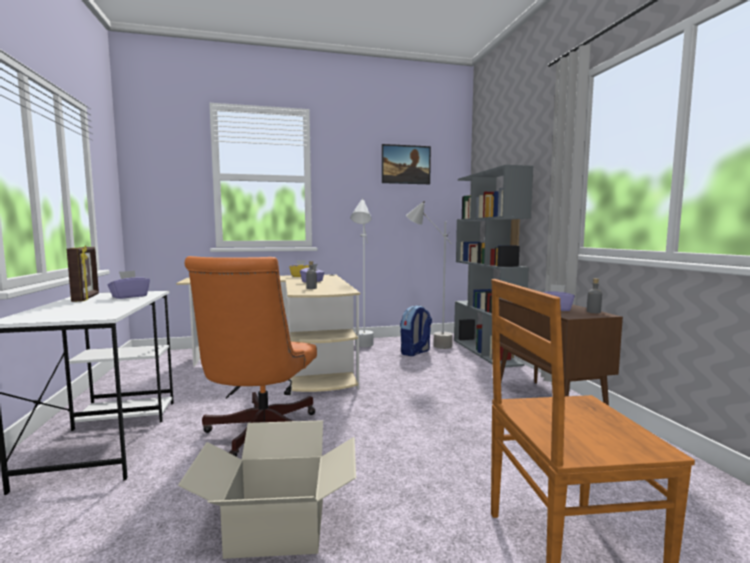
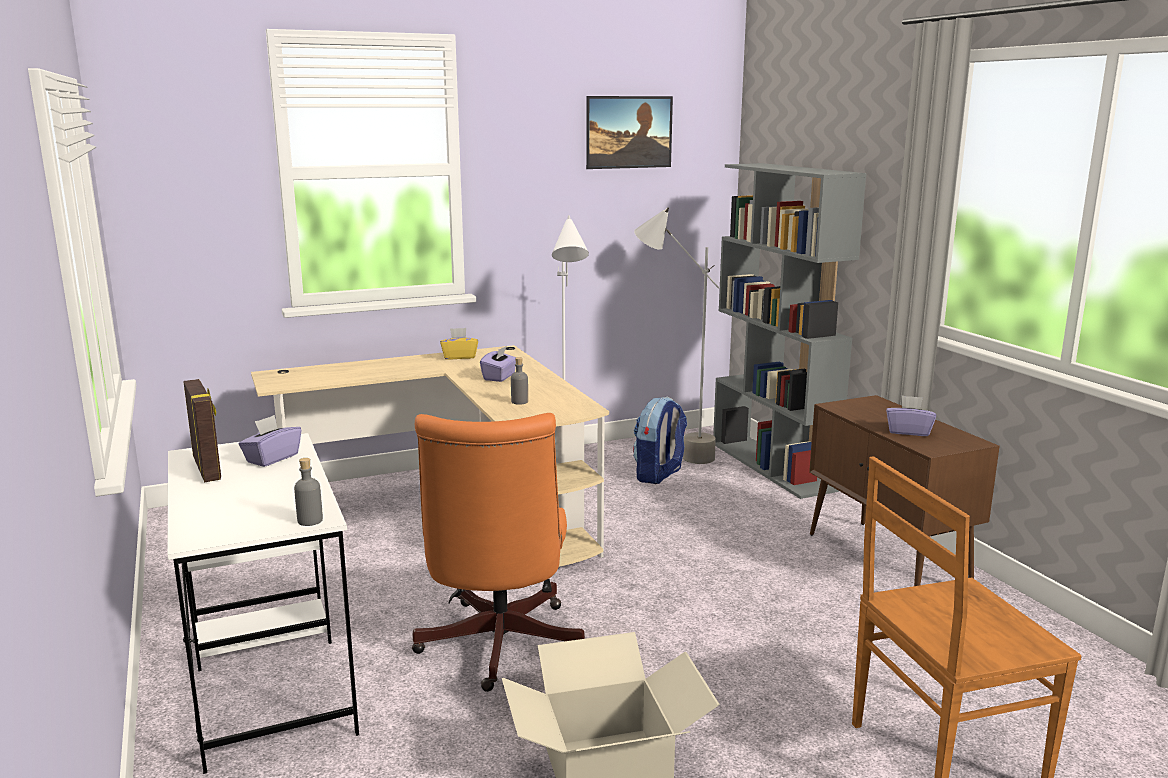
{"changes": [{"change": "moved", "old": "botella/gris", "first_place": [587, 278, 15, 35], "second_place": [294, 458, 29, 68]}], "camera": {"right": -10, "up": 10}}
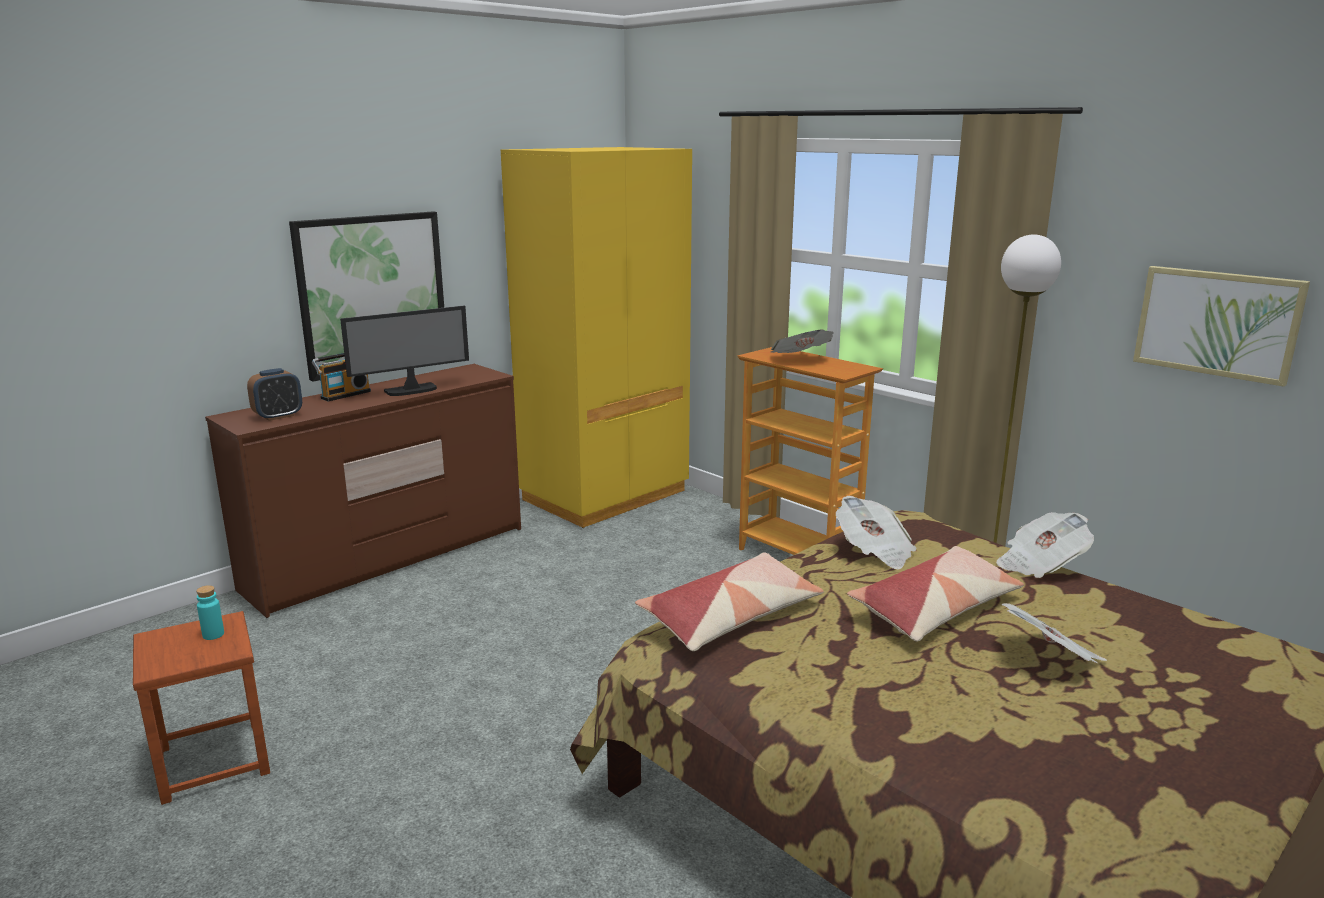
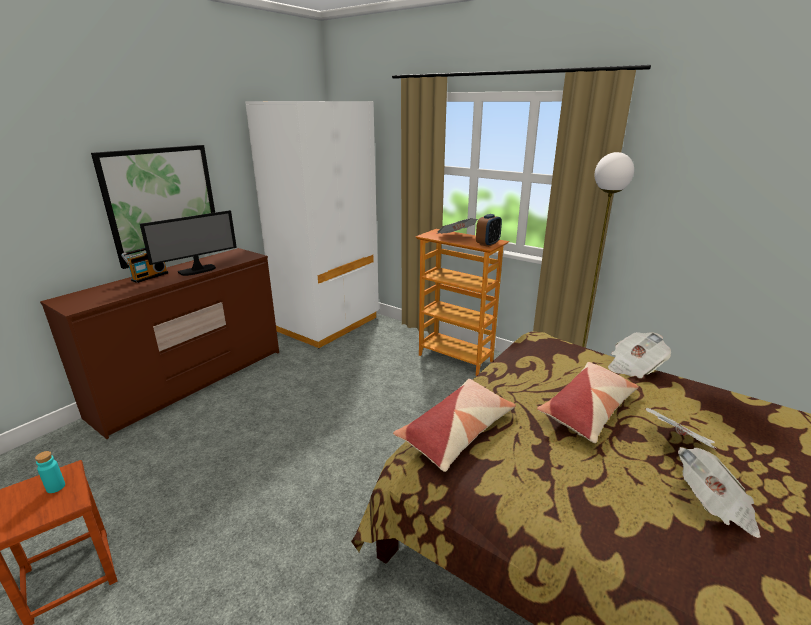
{"changes": [{"change": "removed", "old": "cuadro", "first_place": [1133, 266, 177, 121]}, {"change": "moved", "old": "despertador", "first_place": [247, 368, 55, 53], "second_place": [476, 214, 26, 33]}, {"change": "moved", "old": "periódico", "first_place": [836, 496, 81, 74], "second_place": [678, 447, 83, 91]}, {"change": "recoloured", "old": "armario ropero/amarillo", "new": "armario ropero/blanco", "first_place": [501, 147, 191, 381], "second_place": [245, 101, 134, 247]}], "camera": {"right": -10, "up": 5}}
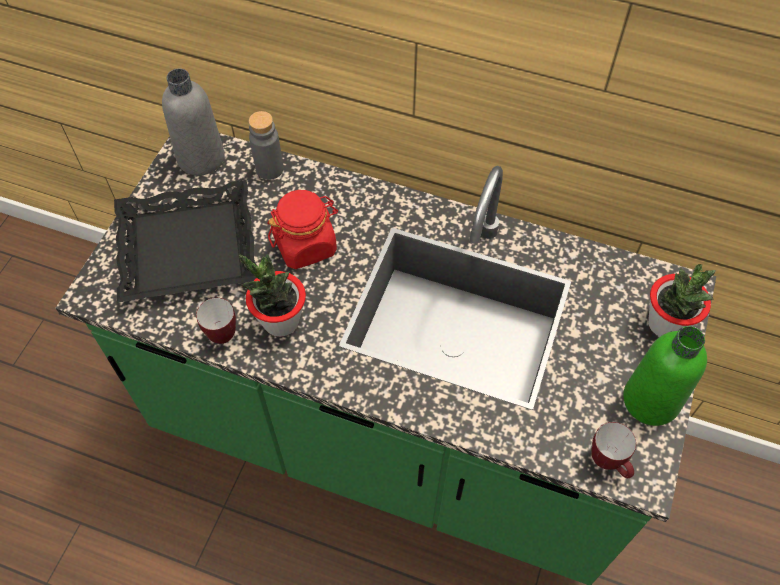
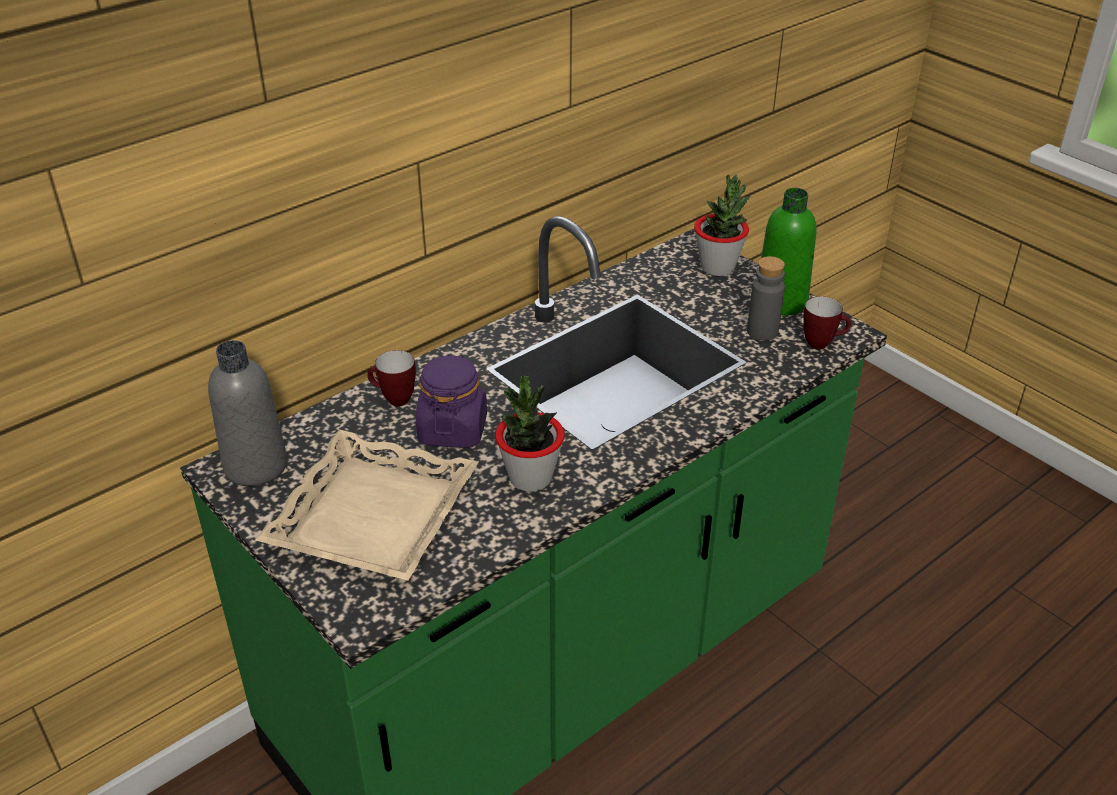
{"changes": [{"change": "moved", "old": "taza grande", "first_place": [196, 298, 40, 46], "second_place": [367, 350, 49, 56]}, {"change": "moved", "old": "botella/gris", "first_place": [249, 111, 34, 69], "second_place": [747, 256, 38, 85]}, {"change": "recoloured", "old": "bandeja/negro", "new": "bandeja/beis", "first_place": [114, 180, 143, 123], "second_place": [256, 429, 223, 152]}, {"change": "recoloured", "old": "tarro/rojo", "new": "tarro/morado", "first_place": [267, 190, 71, 79], "second_place": [416, 355, 71, 93]}], "camera": {"right": -60, "up": -20}}
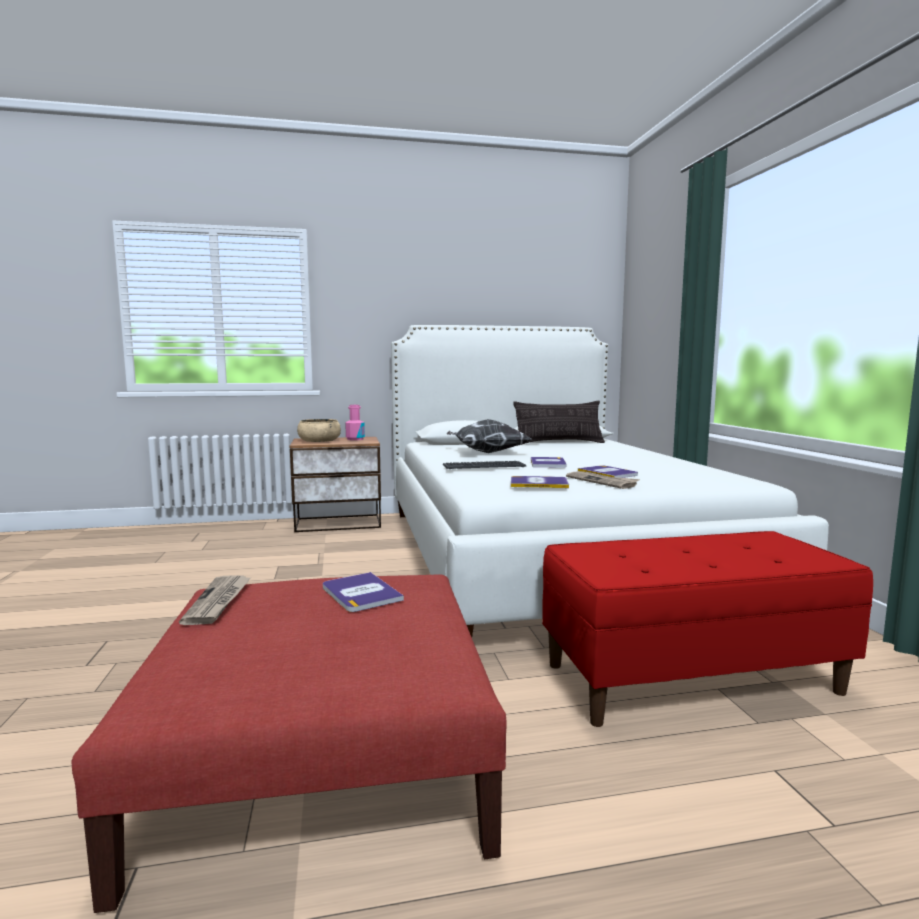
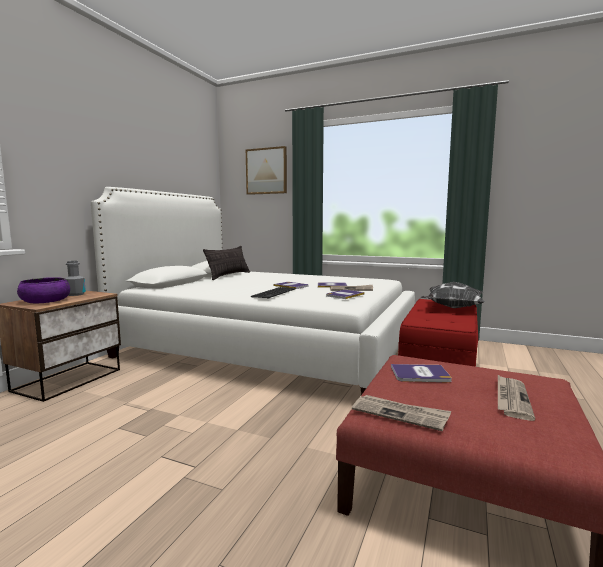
{"changes": [{"change": "added", "new": "cuadro", "second_place": [246, 146, 41, 49]}, {"change": "added", "new": "periódico", "second_place": [498, 375, 37, 46]}, {"change": "moved", "old": "cojín", "first_place": [446, 419, 86, 34], "second_place": [420, 282, 65, 26]}, {"change": "recoloured", "old": "cuenco/beis", "new": "cuenco/morado", "first_place": [297, 419, 44, 23], "second_place": [17, 277, 53, 26]}, {"change": "recoloured", "old": "botella/rosa", "new": "botella/gris", "first_place": [345, 405, 20, 35], "second_place": [66, 261, 20, 35]}], "camera": {"right": -55, "up": 0}}
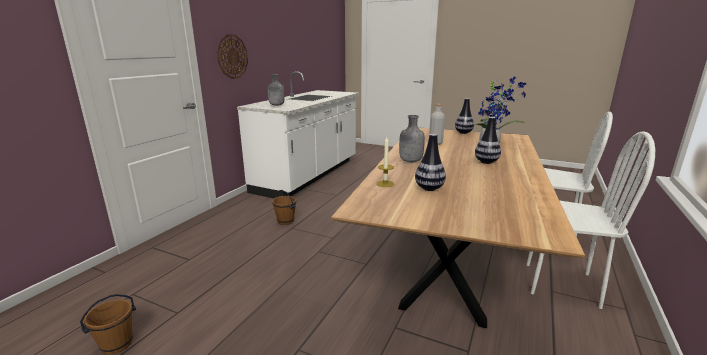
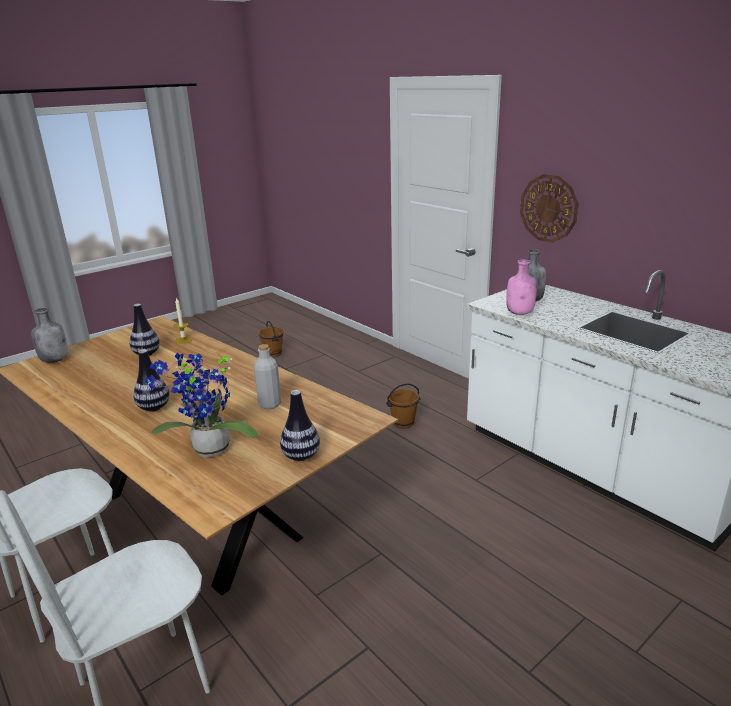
{"changes": [{"change": "added", "new": "botella/rosa", "second_place": [506, 260, 31, 55]}, {"change": "moved", "old": "botella/gris", "first_place": [399, 115, 26, 47], "second_place": [31, 308, 37, 55]}], "camera": {"right": 115, "up": 5}}
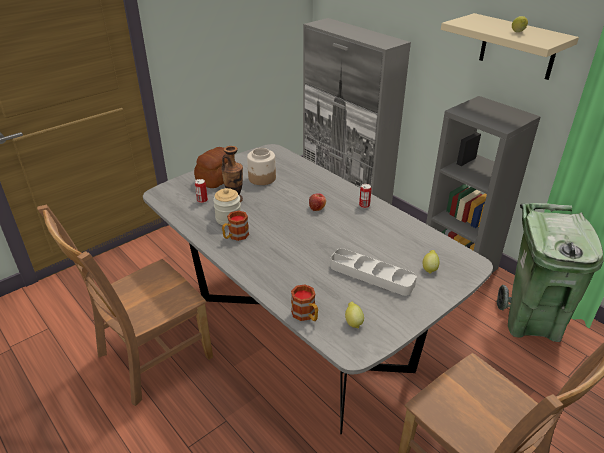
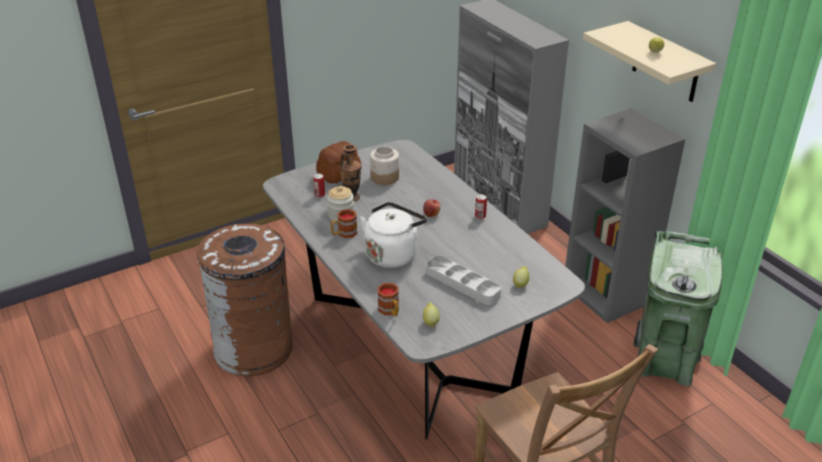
{"changes": [{"change": "added", "new": "hervidor/blanco", "second_place": [360, 202, 67, 66]}, {"change": "replaced", "old": "silla/marrón", "new": "papelera/marrón", "first_place": [37, 205, 176, 201], "second_place": [197, 224, 96, 152]}], "camera": {"right": 10, "up": 0}}
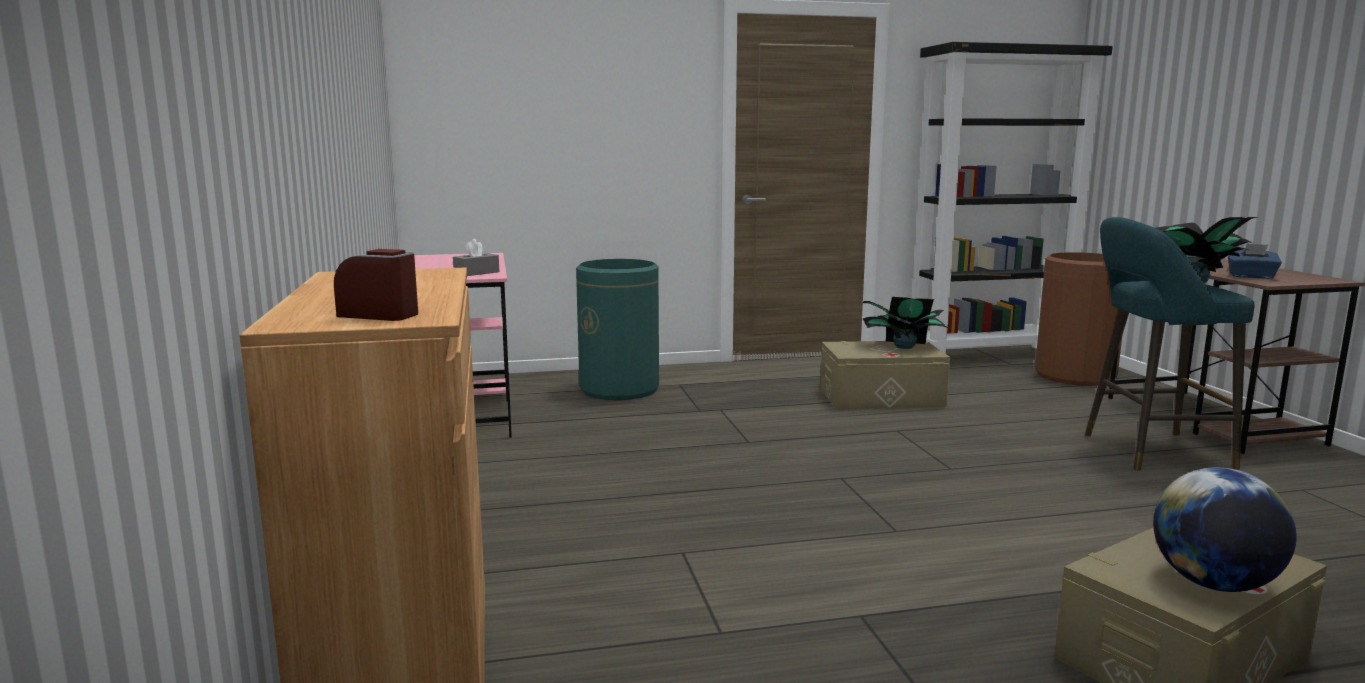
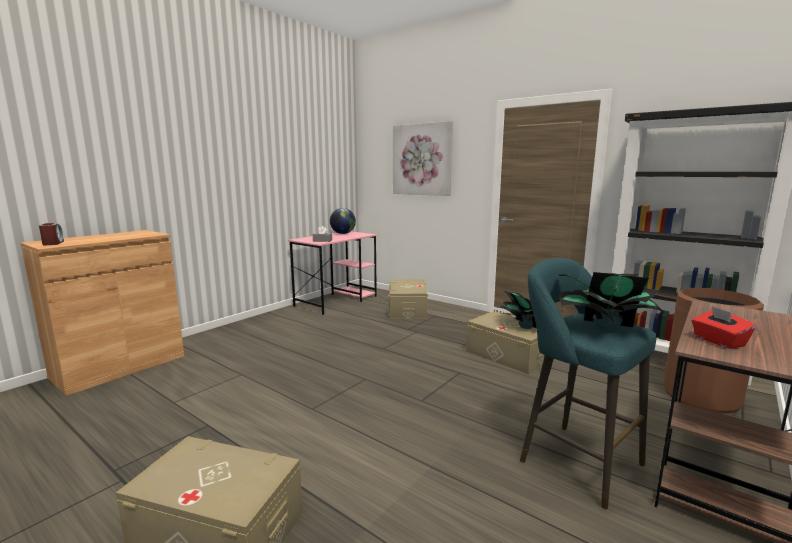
{"changes": [{"change": "added", "new": "cuadro", "second_place": [393, 121, 60, 75]}, {"change": "moved", "old": "globo terráqueo", "first_place": [1153, 467, 143, 125], "second_place": [330, 208, 26, 26]}, {"change": "replaced", "old": "papelera/verde", "new": "caja de almacenaje/beis", "first_place": [576, 259, 83, 141], "second_place": [388, 280, 40, 39]}, {"change": "recoloured", "old": "caja de pañuelos/azul", "new": "caja de pañuelos/rojo", "first_place": [1228, 243, 54, 36], "second_place": [692, 306, 64, 43]}], "camera": {"right": 50, "up": 0}}
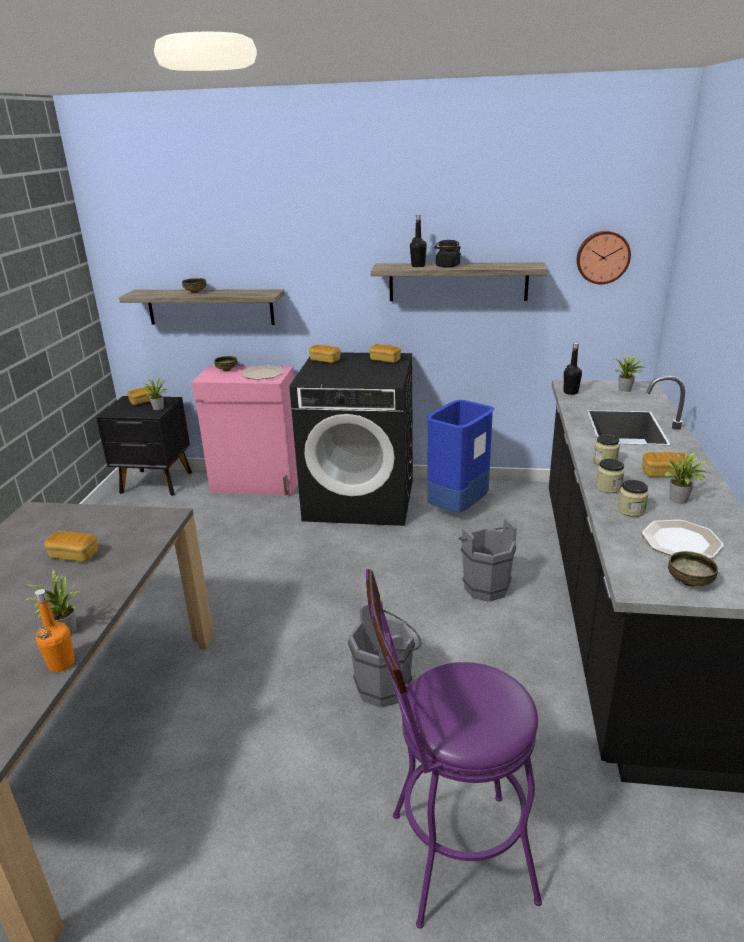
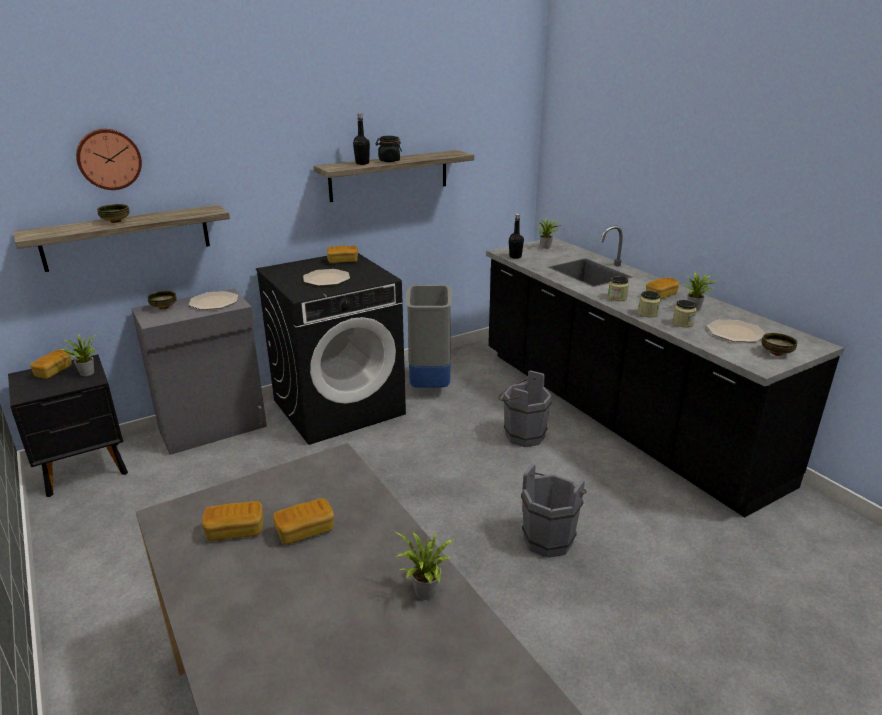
{"changes": [{"change": "removed", "old": "botella/naranja", "first_place": [34, 589, 41, 83]}, {"change": "removed", "old": "taburete/morado", "first_place": [366, 569, 176, 360]}, {"change": "added", "new": "plato", "second_place": [303, 269, 47, 17]}, {"change": "moved", "old": "pan", "first_place": [309, 345, 31, 18], "second_place": [202, 501, 61, 40]}, {"change": "moved", "old": "reloj de pared", "first_place": [577, 231, 54, 53], "second_place": [76, 129, 66, 61]}, {"change": "recoloured", "old": "armario/rosa", "new": "armario/gris", "first_place": [191, 366, 107, 130], "second_place": [131, 289, 136, 166]}, {"change": "recoloured", "old": "papelera/azul", "new": "papelera/gris", "first_place": [426, 400, 69, 113], "second_place": [405, 285, 47, 103]}], "camera": {"right": -40, "up": 0}}
